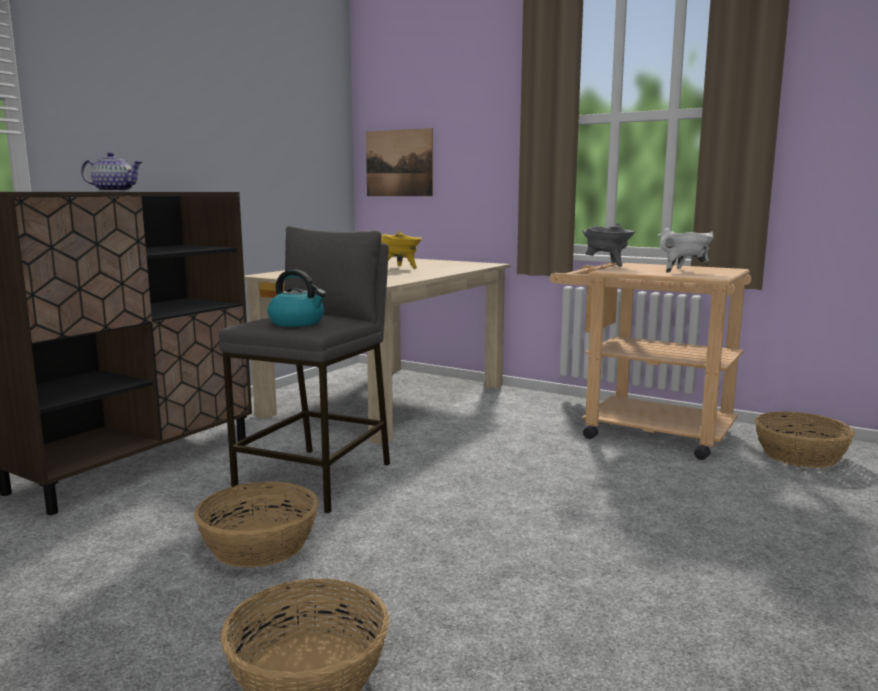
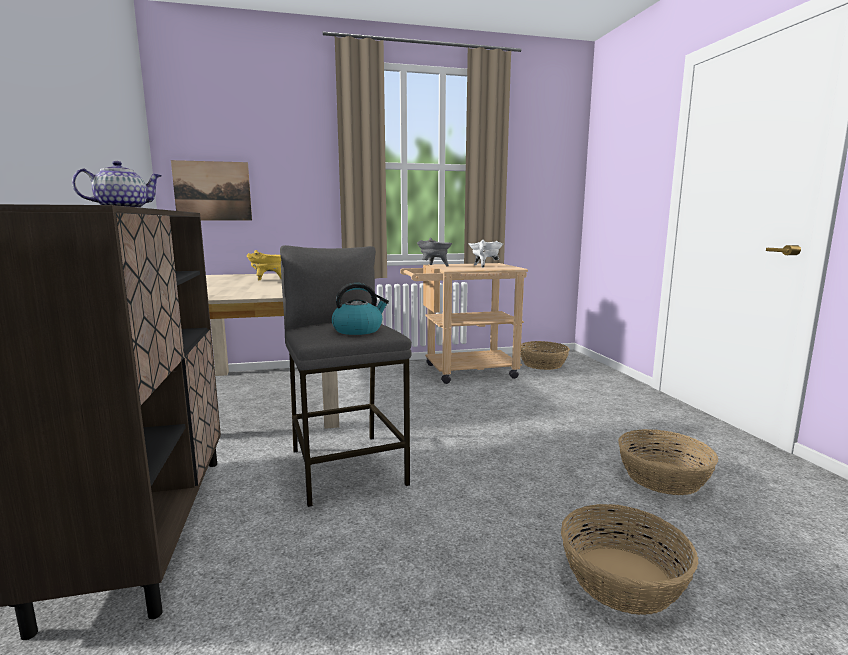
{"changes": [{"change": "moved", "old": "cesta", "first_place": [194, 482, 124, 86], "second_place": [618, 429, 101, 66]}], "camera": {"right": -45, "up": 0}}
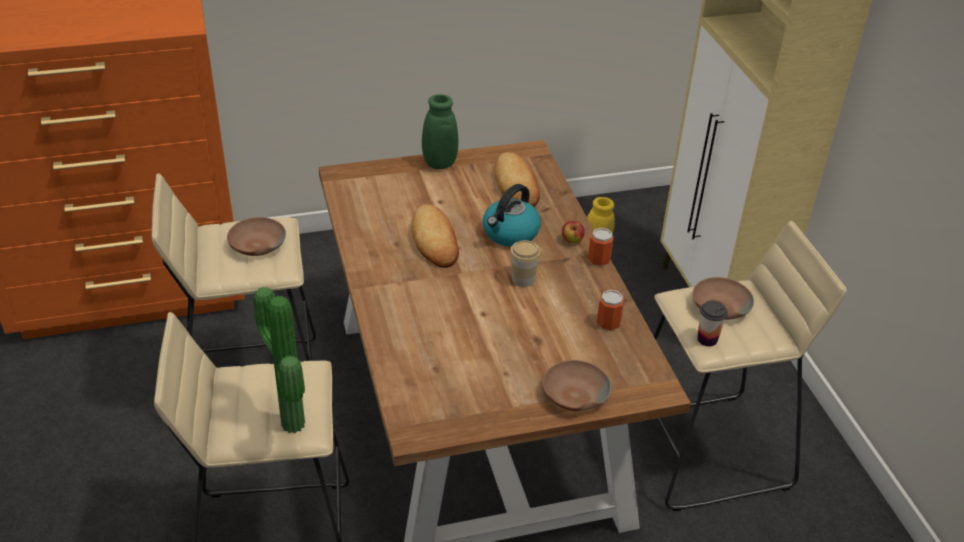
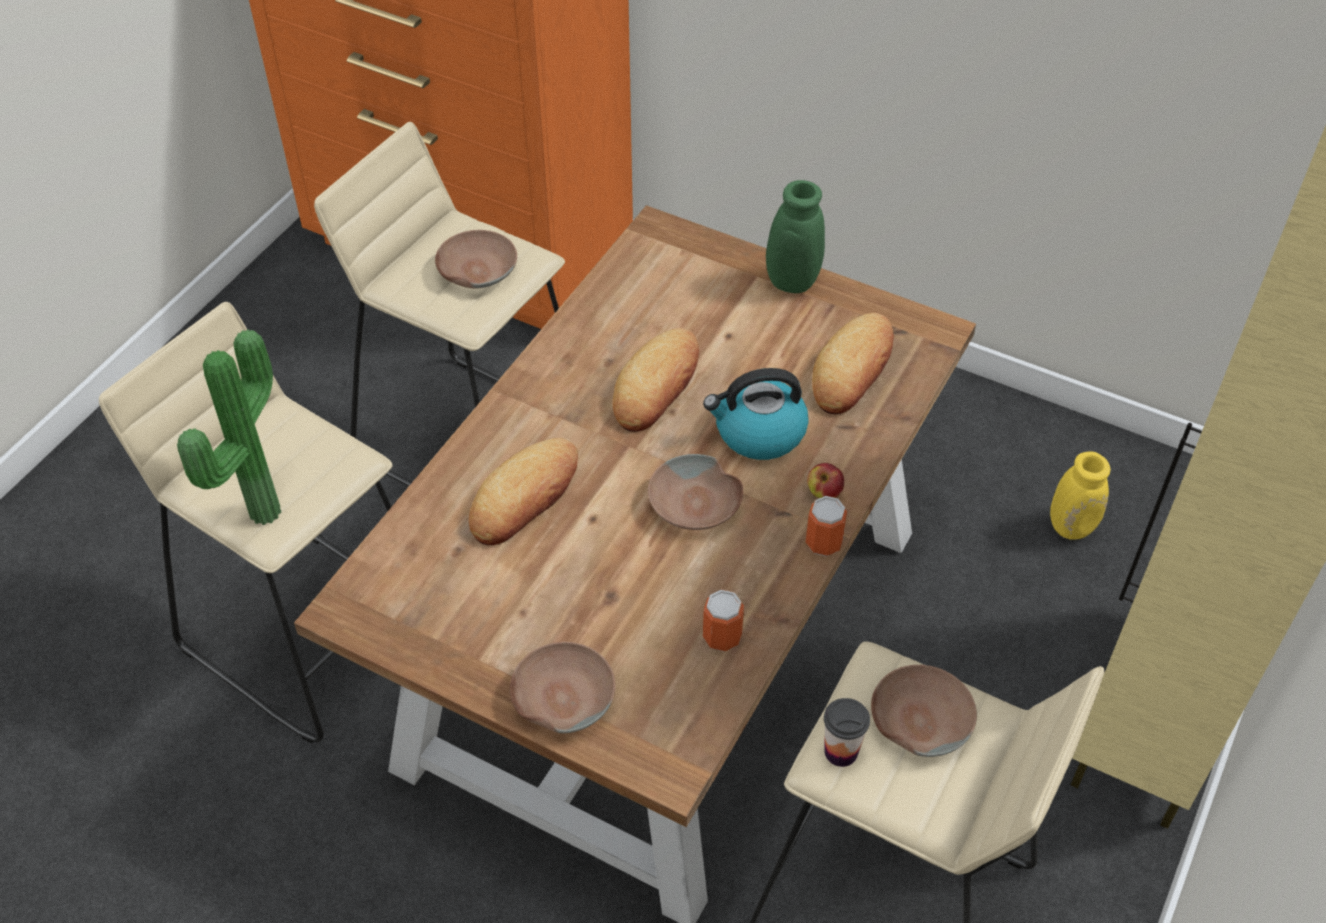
{"changes": [{"change": "added", "new": "pan", "second_place": [469, 438, 109, 107]}, {"change": "replaced", "old": "taza", "new": "cuenco/marrón", "first_place": [510, 240, 31, 47], "second_place": [648, 454, 95, 76]}], "camera": {"right": 45, "up": 10}}
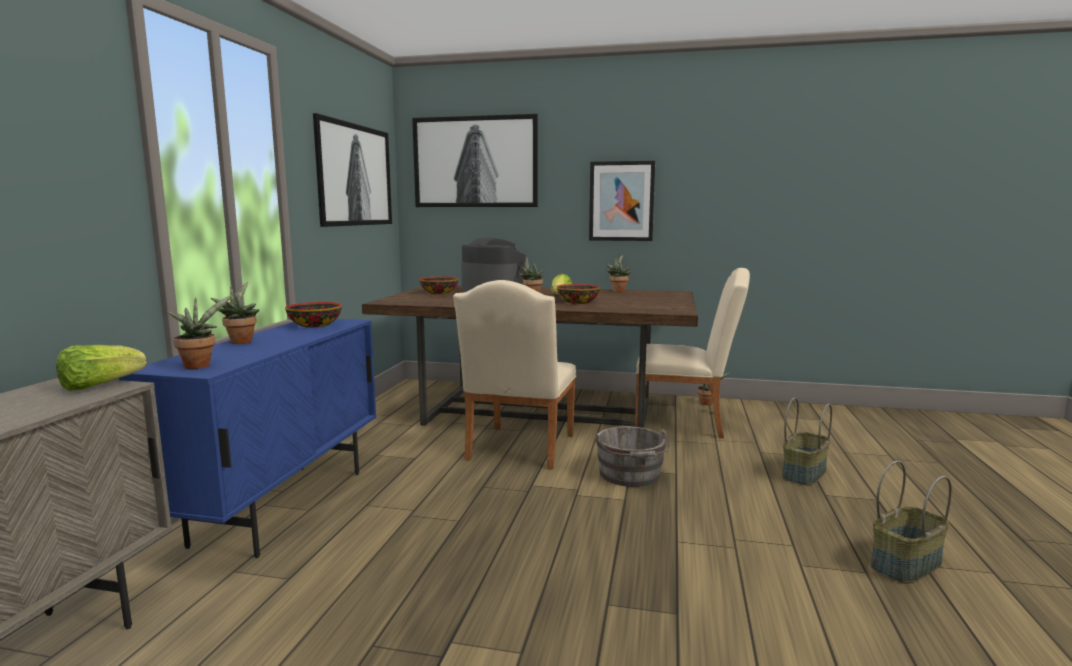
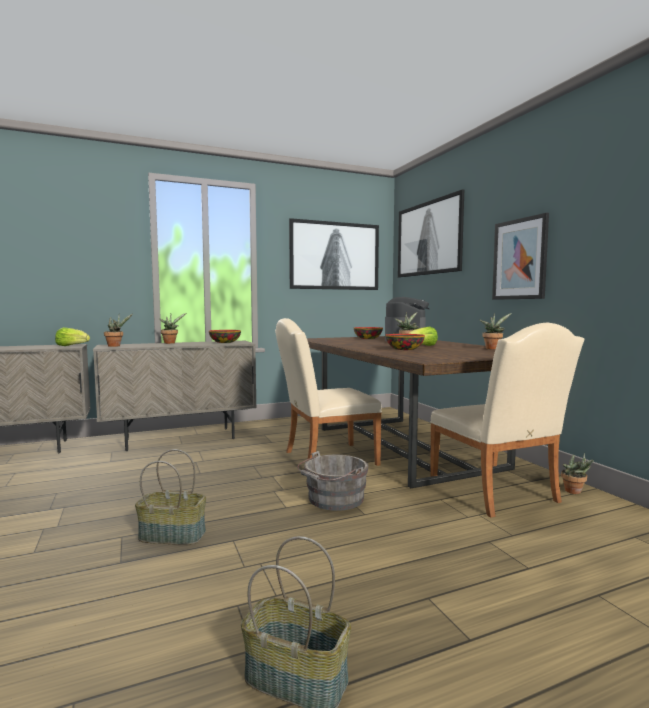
{"changes": [{"change": "moved", "old": "cesta", "first_place": [782, 398, 50, 88], "second_place": [135, 449, 71, 96]}, {"change": "recoloured", "old": "armario/azul", "new": "armario/beis", "first_place": [119, 319, 257, 239], "second_place": [93, 341, 164, 110]}], "camera": {"right": 55, "up": -5}}
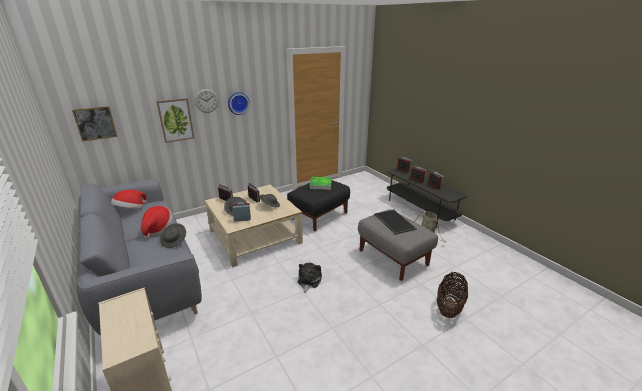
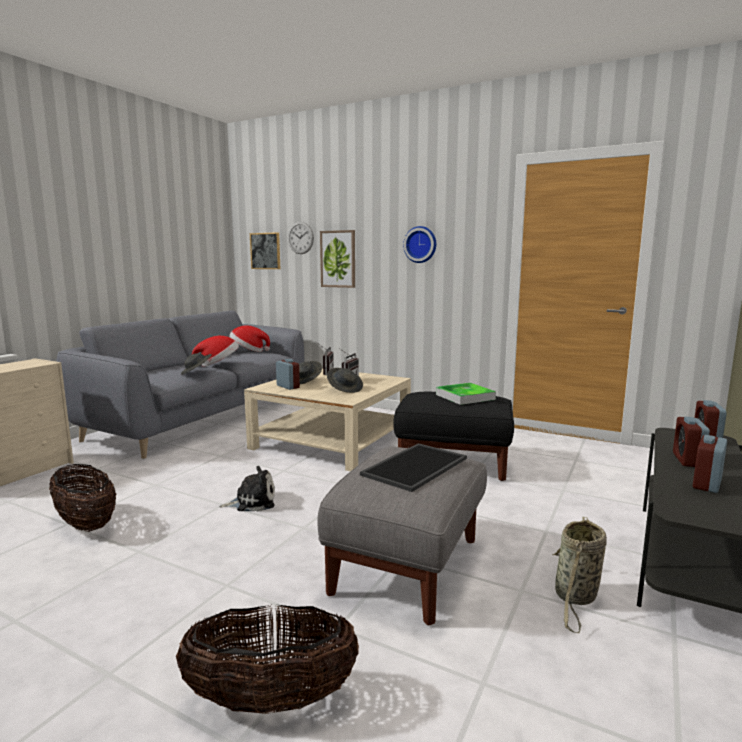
{"changes": [{"change": "added", "new": "cesta", "second_place": [49, 464, 67, 68]}, {"change": "moved", "old": "reloj de pared", "first_place": [195, 89, 24, 24], "second_place": [288, 222, 26, 32]}], "camera": {"right": 60, "up": -15}}
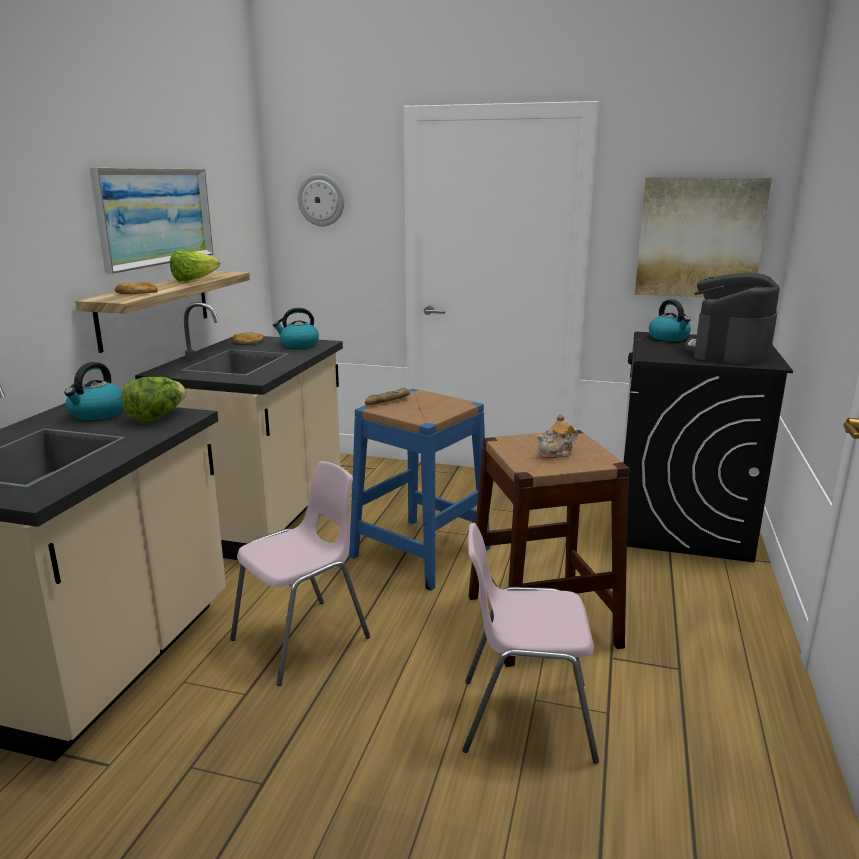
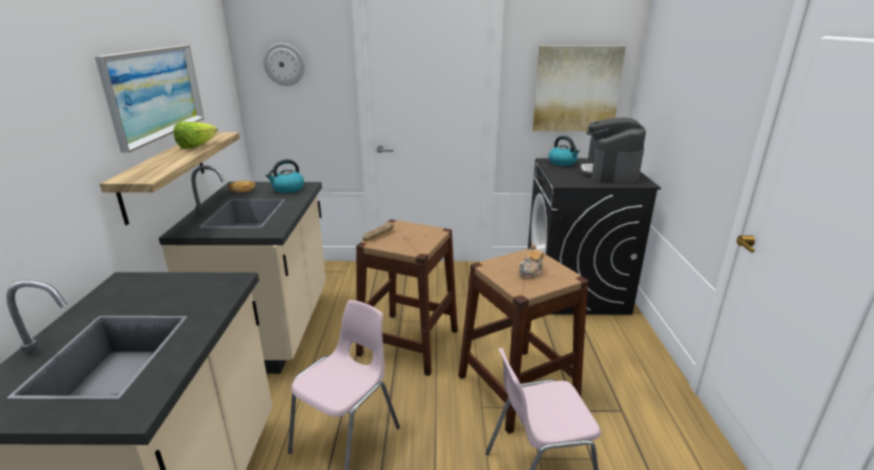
{"changes": [{"change": "removed", "old": "hervidor", "first_place": [64, 362, 60, 58]}, {"change": "removed", "old": "pan", "first_place": [115, 282, 43, 12]}, {"change": "removed", "old": "lechuga", "first_place": [121, 377, 65, 46]}, {"change": "recoloured", "old": "taburete/azul", "new": "taburete/marrón", "first_place": [349, 389, 142, 202], "second_place": [356, 219, 102, 157]}], "camera": {"right": -15, "up": 5}}
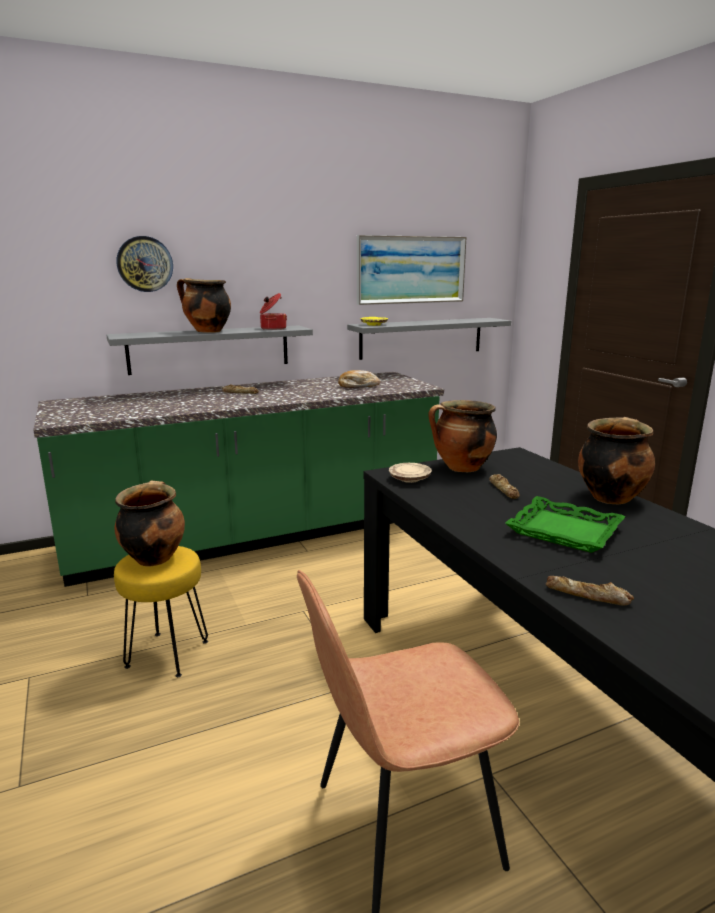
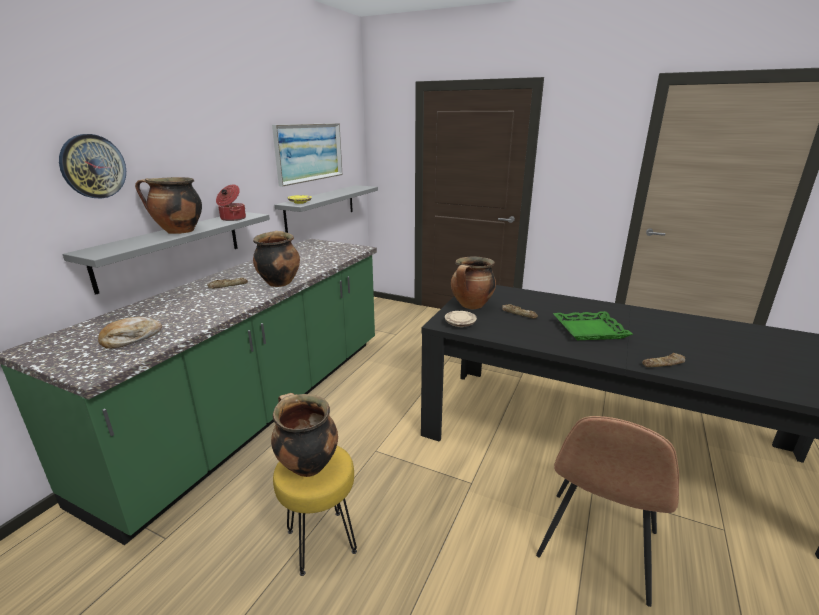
{"changes": [{"change": "moved", "old": "pan", "first_place": [338, 370, 42, 18], "second_place": [98, 317, 64, 32]}, {"change": "moved", "old": "olla", "first_place": [578, 417, 77, 87], "second_place": [253, 231, 47, 56]}], "camera": {"right": -40, "up": 5}}
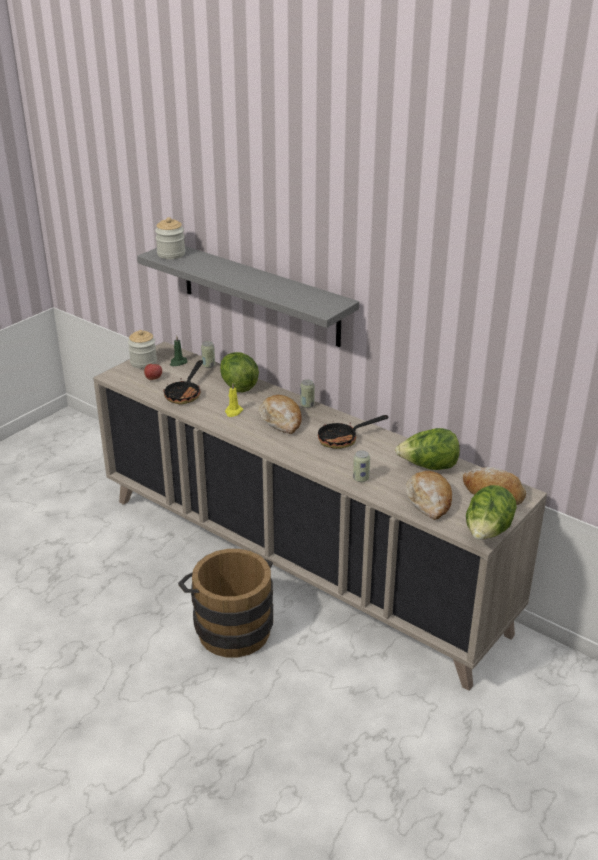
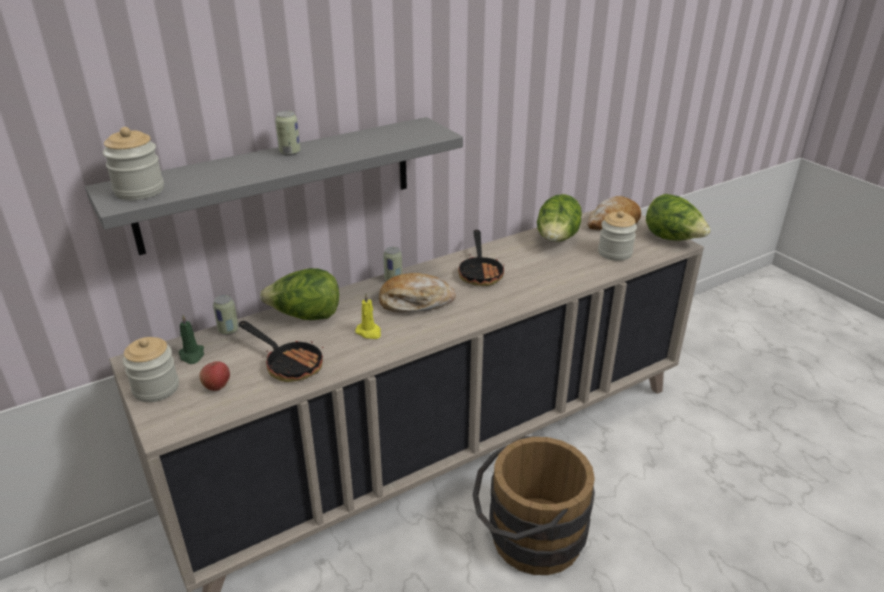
{"changes": [{"change": "moved", "old": "lata", "first_place": [353, 450, 17, 32], "second_place": [275, 111, 25, 45]}, {"change": "replaced", "old": "pan", "new": "tarro", "first_place": [406, 471, 46, 49], "second_place": [598, 211, 39, 50]}], "camera": {"right": -70, "up": 0}}
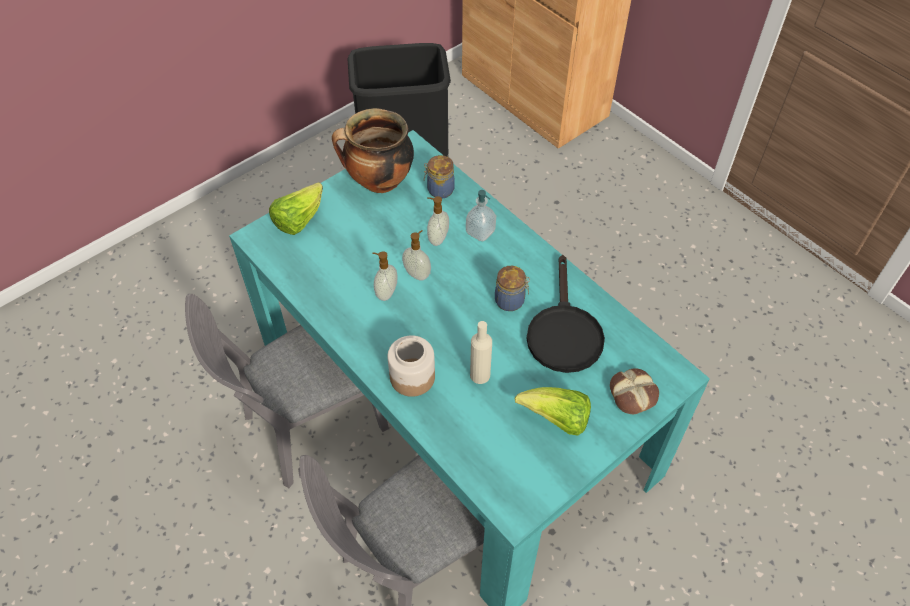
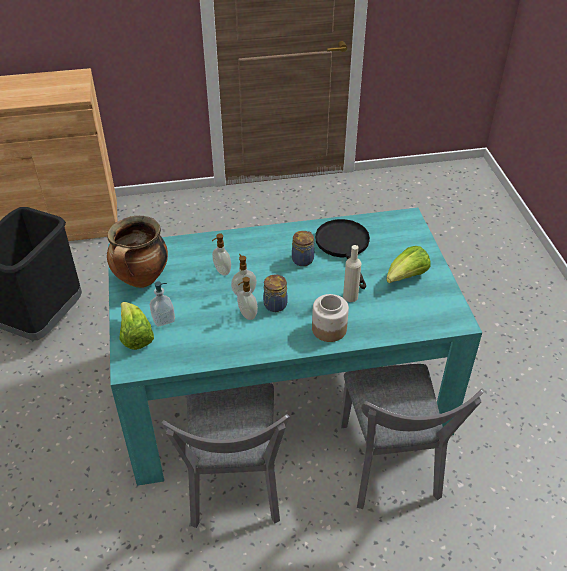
{"changes": [{"change": "removed", "old": "pan", "first_place": [610, 368, 49, 46]}, {"change": "moved", "old": "tarro", "first_place": [424, 155, 31, 44], "second_place": [263, 274, 25, 38]}, {"change": "moved", "old": "dispensador de jabón", "first_place": [466, 190, 30, 52], "second_place": [149, 281, 26, 45]}, {"change": "turned", "old": "sartén/negro", "first_place": [526, 255, 79, 118], "second_place": [315, 219, 55, 70], "degrees": -135}], "camera": {"right": -60, "up": -10}}
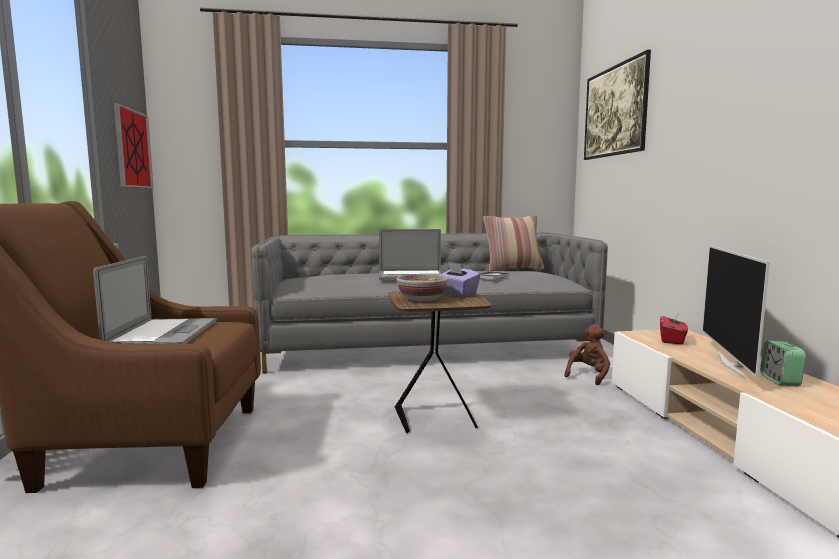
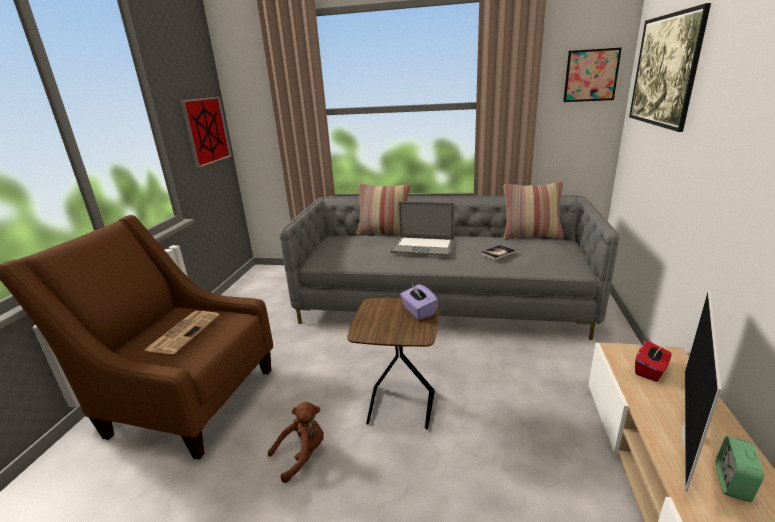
{"changes": [{"change": "removed", "old": "cuenco", "first_place": [397, 274, 51, 27]}, {"change": "added", "new": "cojín", "second_place": [357, 184, 54, 52]}, {"change": "added", "new": "cuadro", "second_place": [563, 48, 59, 54]}, {"change": "moved", "old": "peluche/marrón", "first_place": [564, 324, 46, 61], "second_place": [268, 402, 56, 81]}, {"change": "replaced", "old": "portátil", "new": "periódico", "first_place": [93, 256, 124, 89], "second_place": [144, 311, 75, 43]}], "camera": {"right": 20, "up": 15}}
